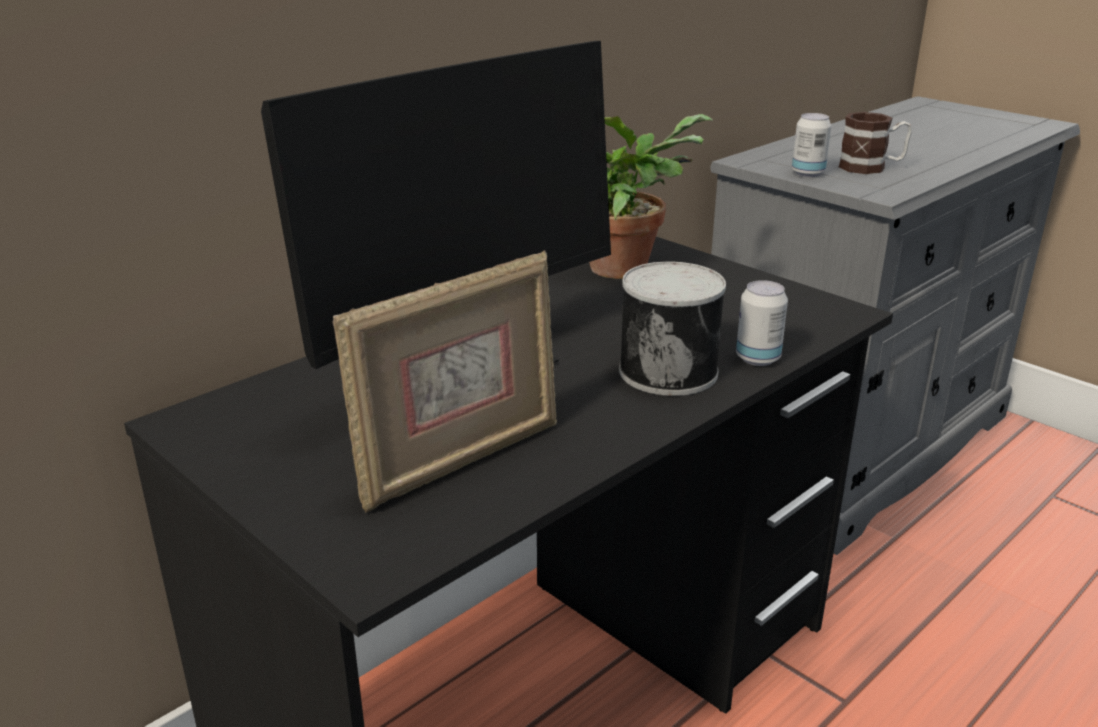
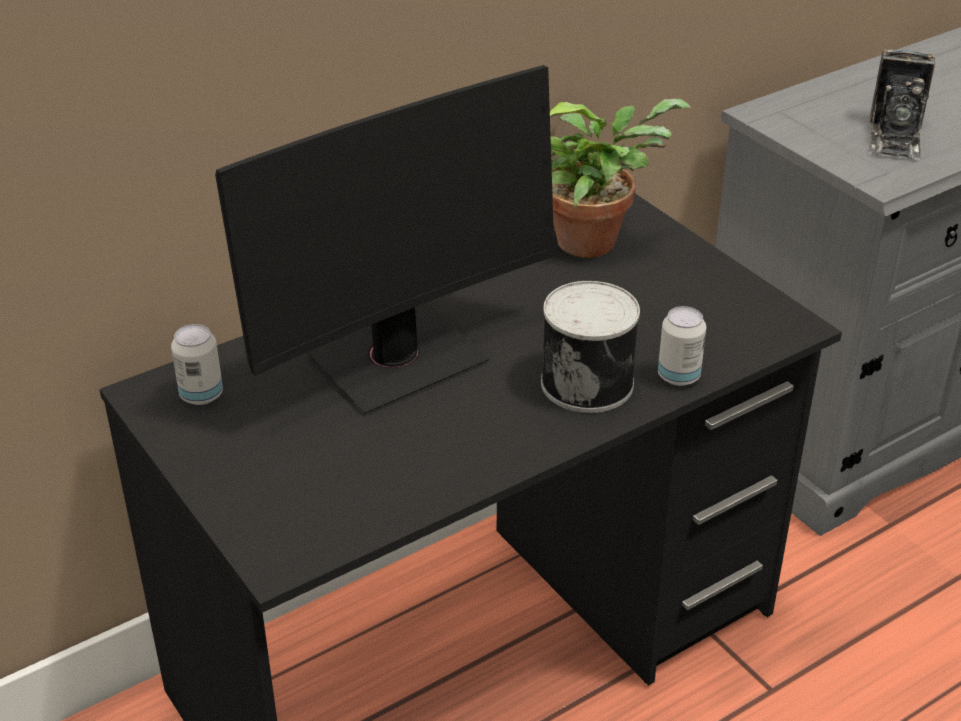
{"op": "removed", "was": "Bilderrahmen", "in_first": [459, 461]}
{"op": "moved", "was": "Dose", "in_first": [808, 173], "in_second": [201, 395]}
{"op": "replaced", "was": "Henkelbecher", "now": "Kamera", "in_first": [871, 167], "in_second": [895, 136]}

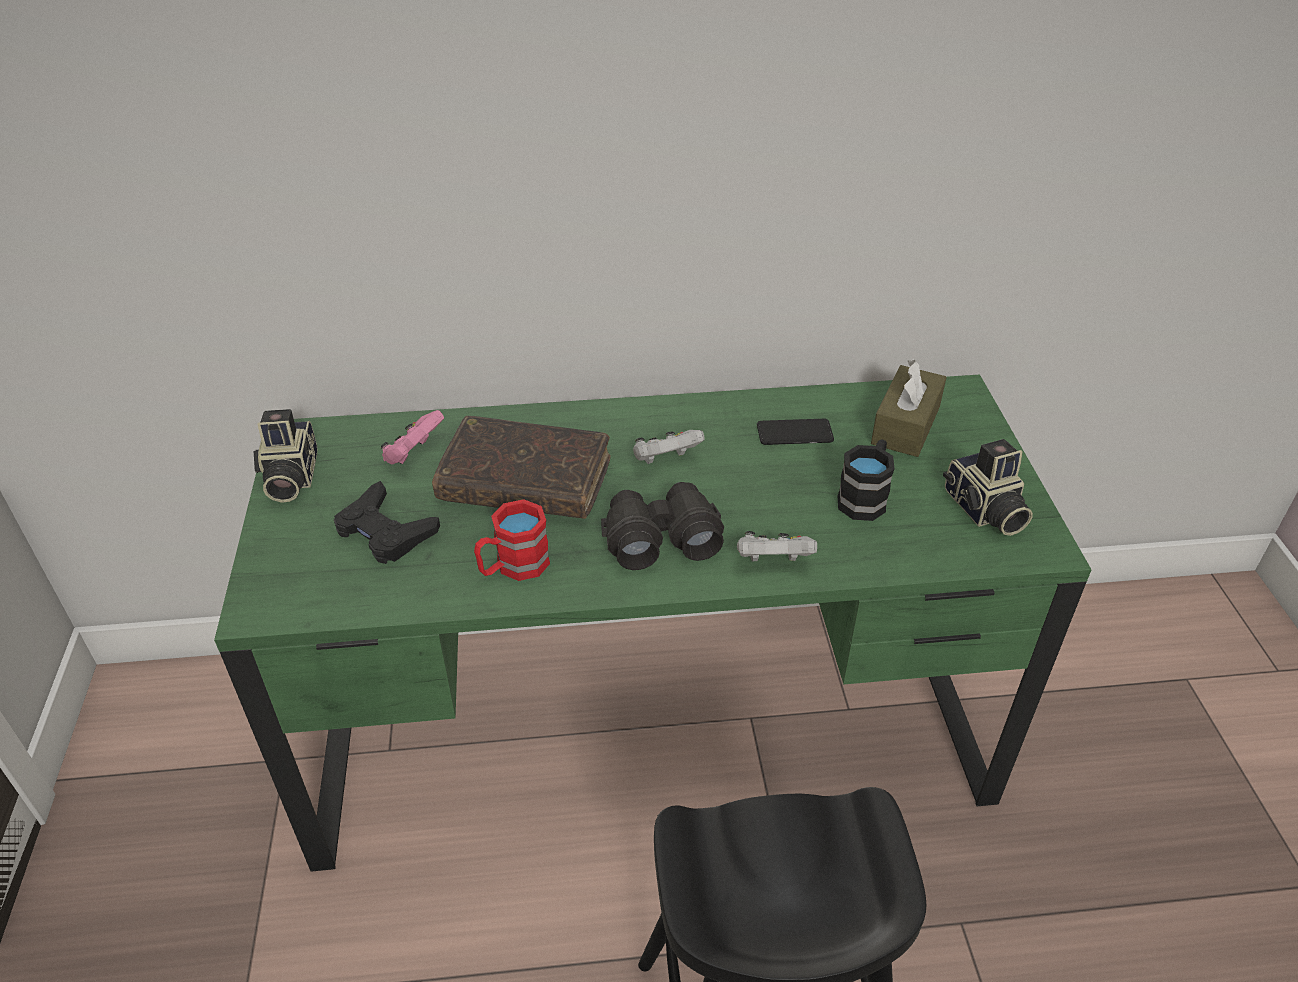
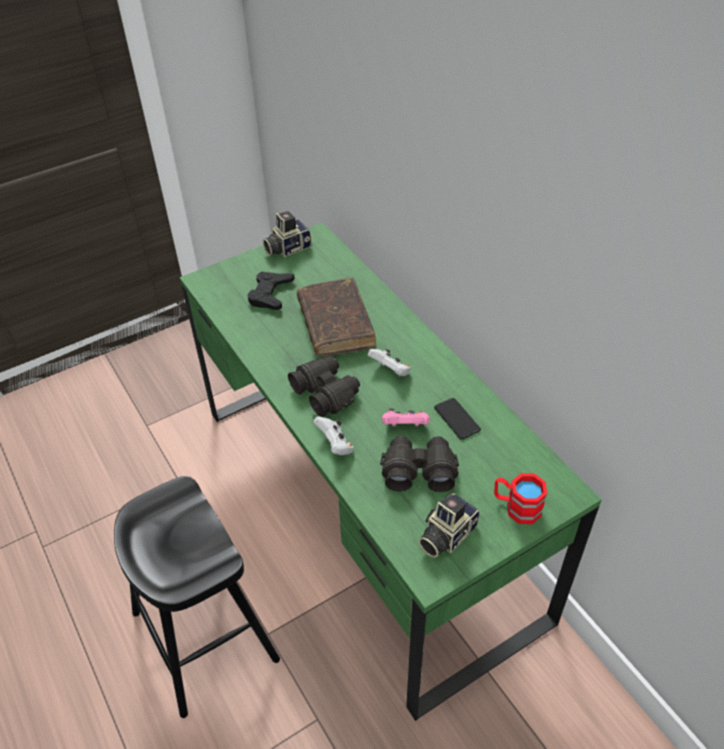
{"op": "moved", "was": "Gamepad [rosa]", "in_first": [414, 454], "in_second": [405, 427]}
{"op": "moved", "was": "Henkelbecher [rot]", "in_first": [513, 567], "in_second": [516, 507]}
{"op": "replaced", "was": "Henkelbecher [schwarz]", "now": "Fernglas [schwarz]", "in_first": [865, 497], "in_second": [418, 470]}
{"op": "removed", "was": "Taschentuchbox [braun]", "in_first": [905, 425]}

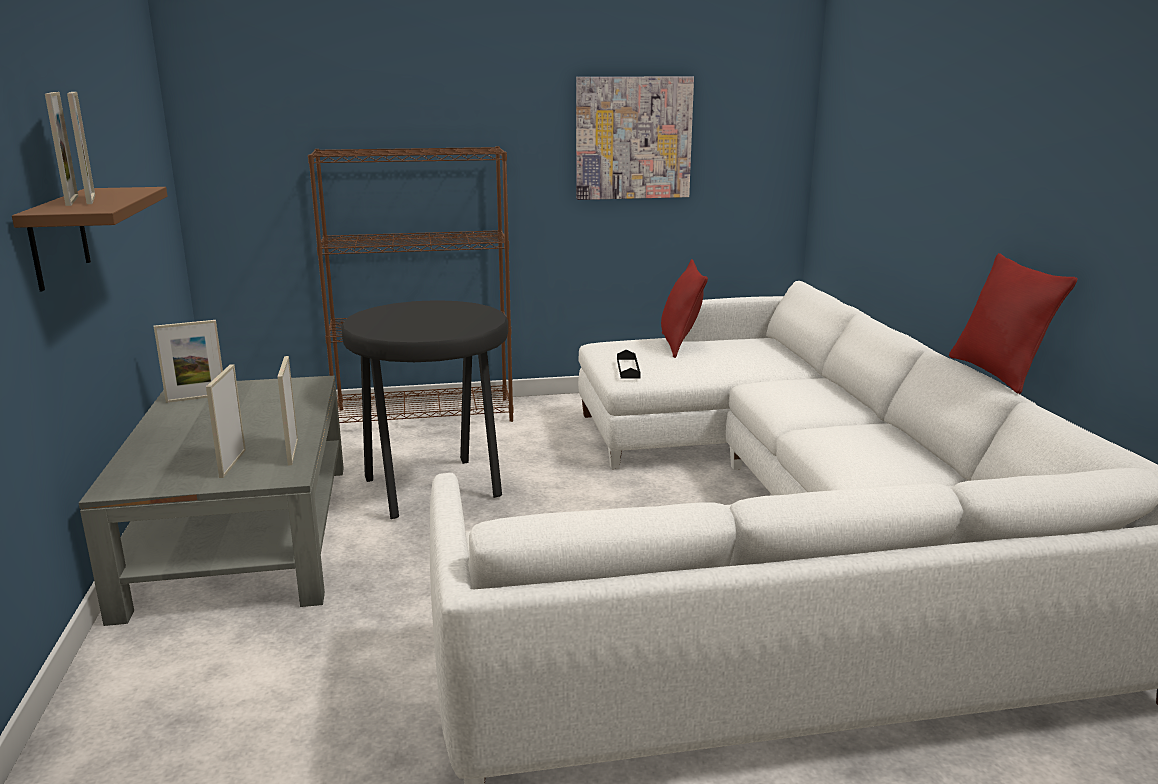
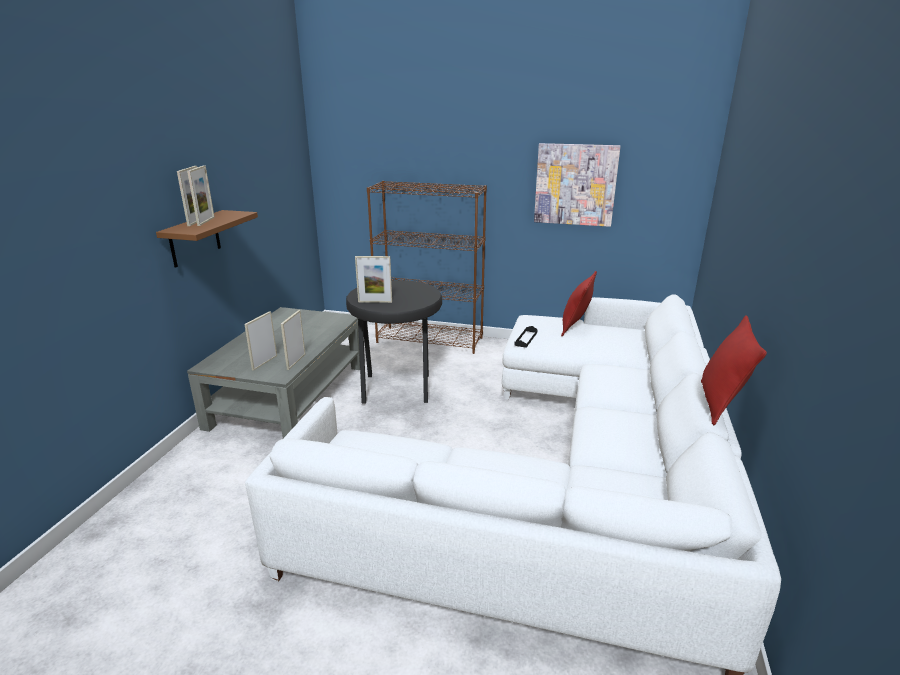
{"op": "moved", "was": "Bilderrahmen", "in_first": [196, 398], "in_second": [375, 302]}

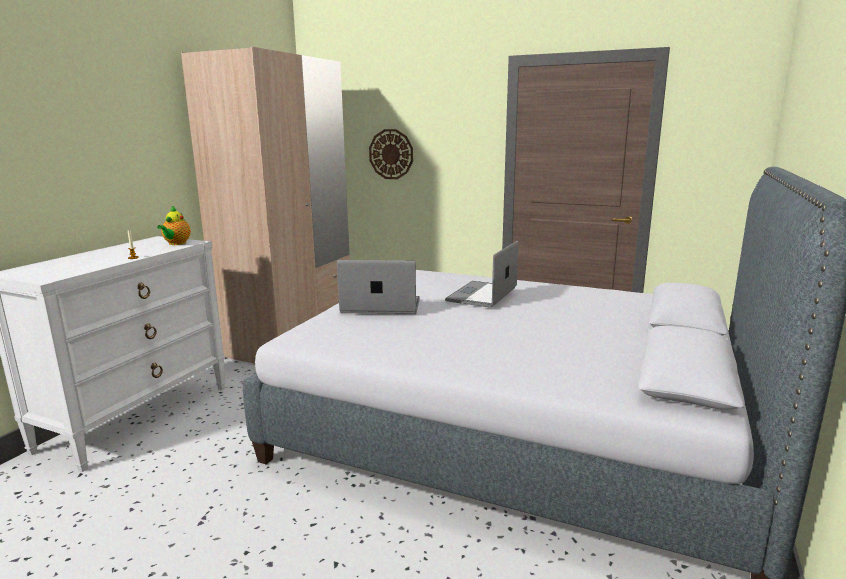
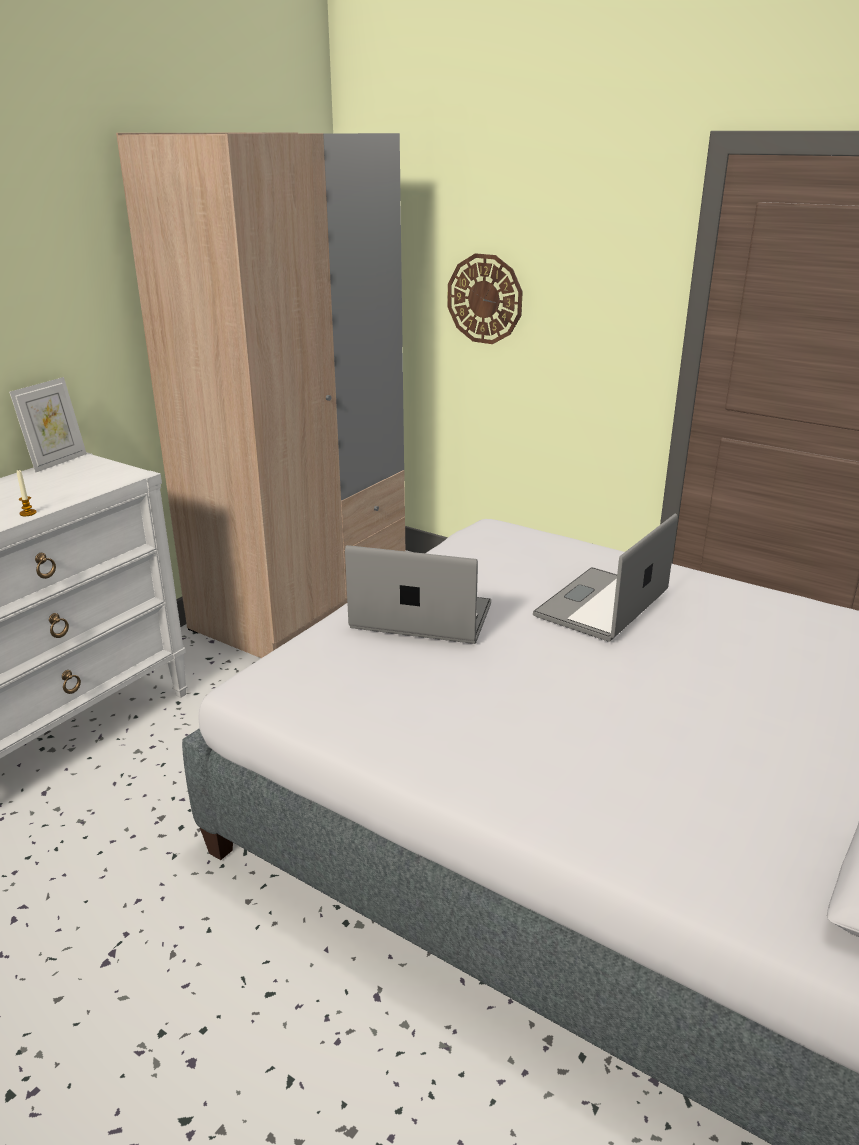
{"op": "removed", "was": "Teekanne", "in_first": [176, 244]}
{"op": "added", "now": "Bilderrahmen", "in_second": [57, 462]}

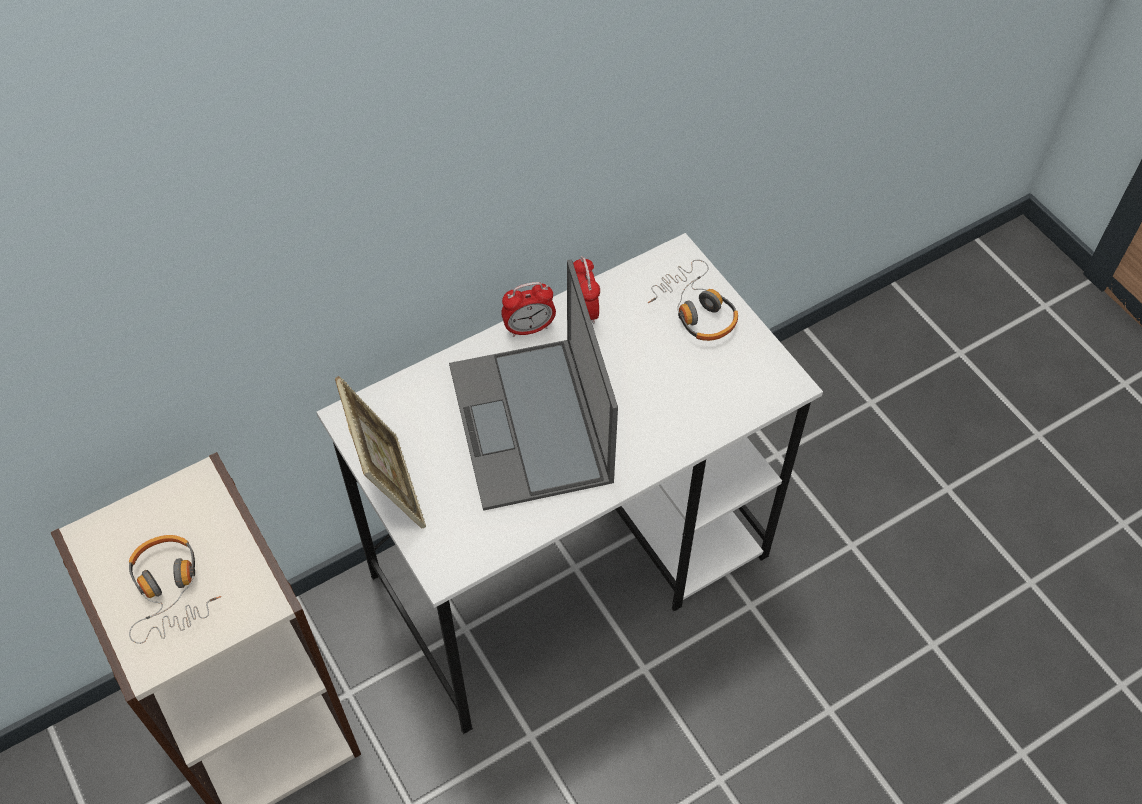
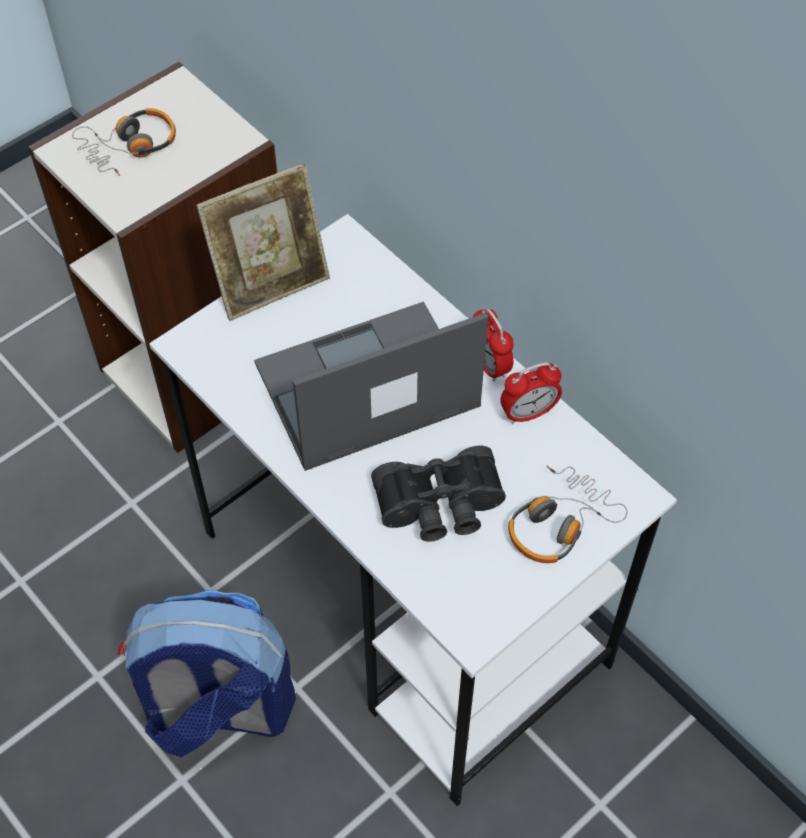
{"op": "added", "now": "Rucksack", "in_second": [218, 709]}
{"op": "added", "now": "Fernglas [schwarz]", "in_second": [440, 507]}

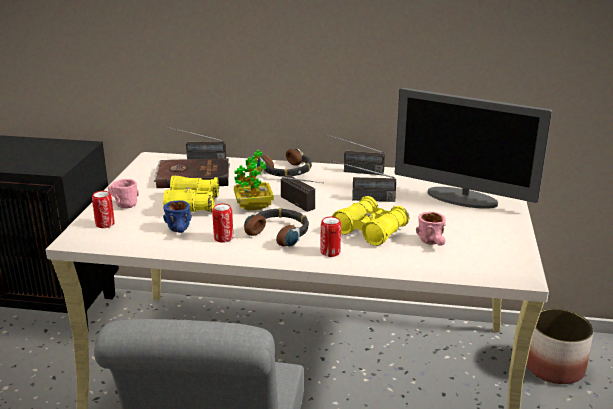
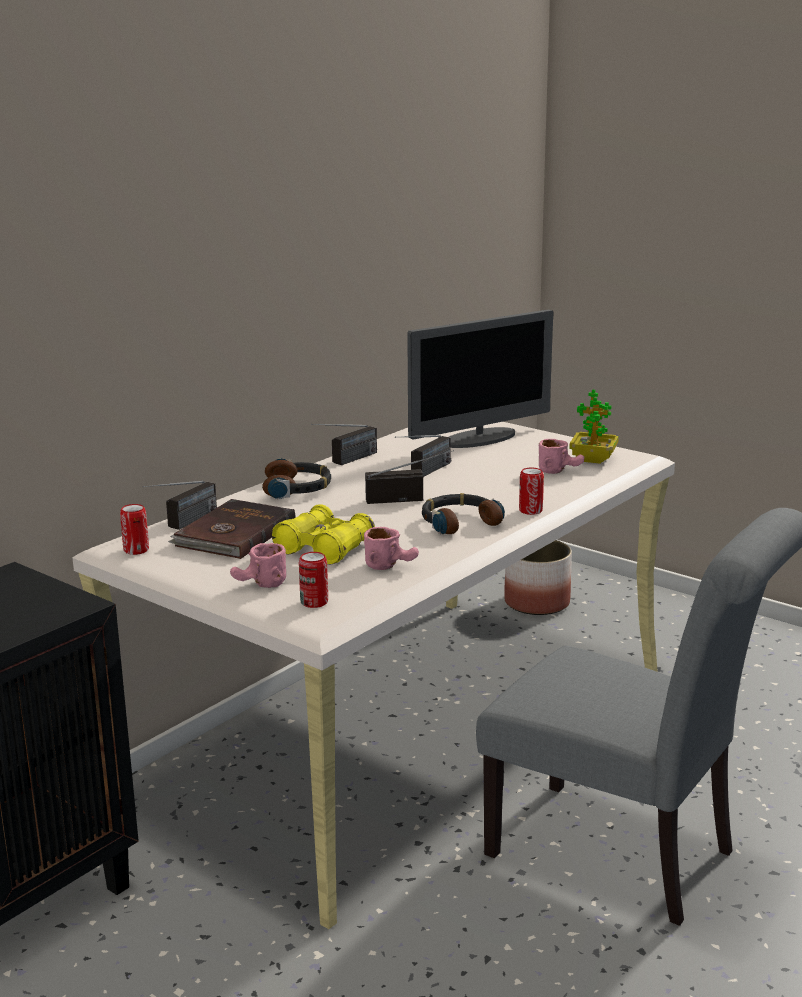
{"op": "recoloured", "was": "Henkelbecher [blau]", "now": "Henkelbecher [rosa]", "in_first": [181, 231], "in_second": [392, 565]}
{"op": "moved", "was": "Dose", "in_first": [223, 238], "in_second": [136, 550]}
{"op": "moved", "was": "Topfpflanze", "in_first": [253, 206], "in_second": [593, 459]}
{"op": "removed", "was": "Fernglas [gelb]", "in_first": [370, 230]}

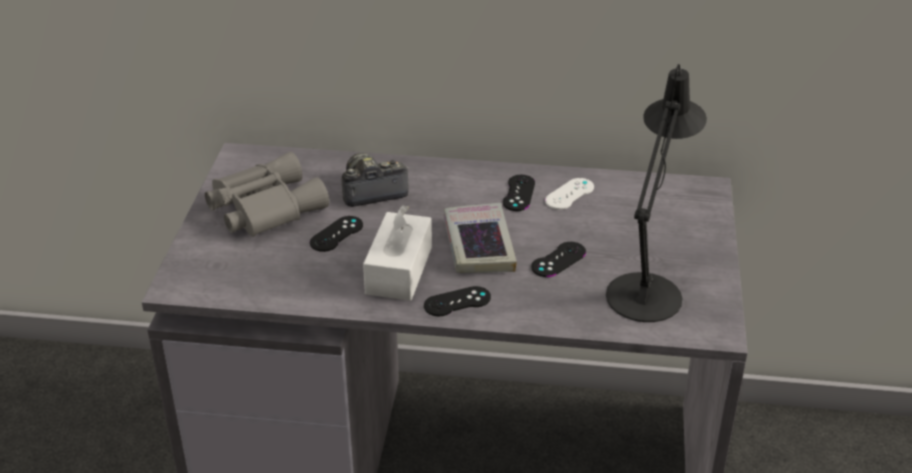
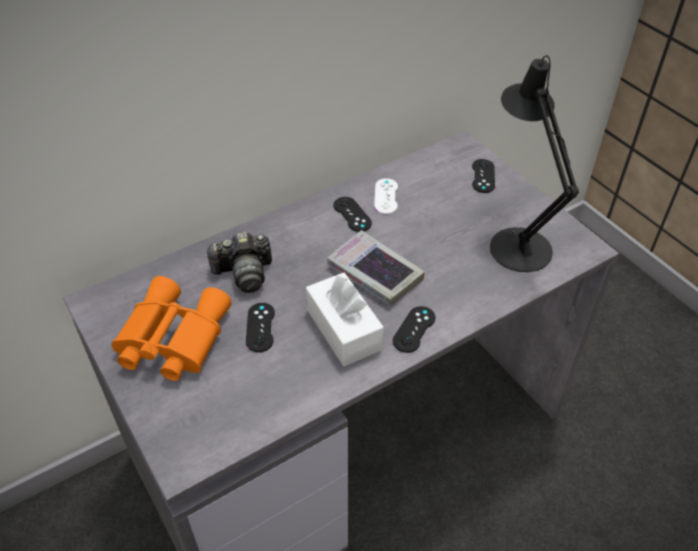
{"op": "recoloured", "was": "Fernglas [grau]", "now": "Fernglas [orange]", "in_first": [263, 206], "in_second": [170, 339]}
{"op": "turned", "was": "Kamera", "in_first": [371, 191], "in_second": [244, 273], "clockwise": -135}
{"op": "moved", "was": "Gamepad [schwarz]", "in_first": [558, 260], "in_second": [483, 176]}

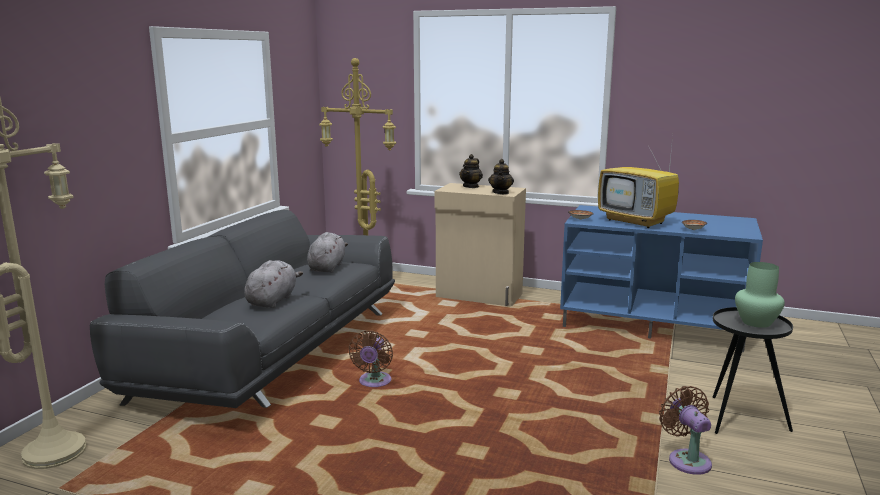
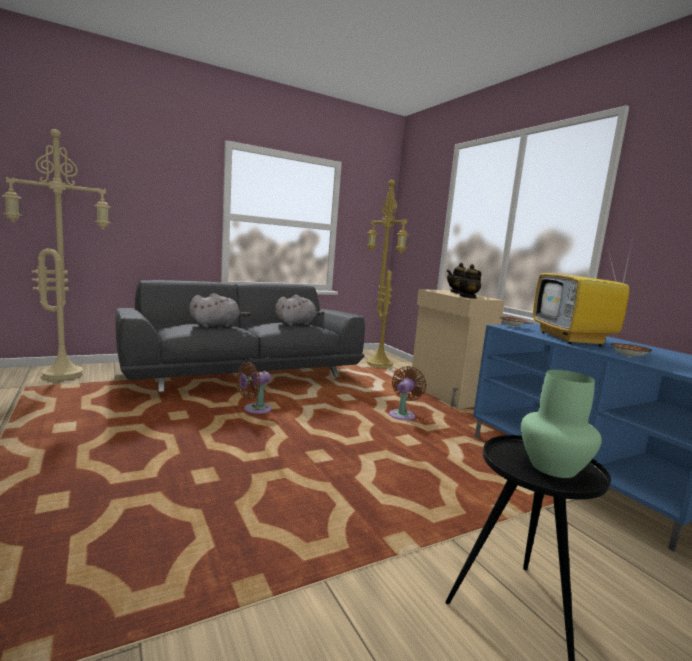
{"op": "moved", "was": "Ventilator [braun]", "in_first": [687, 459], "in_second": [403, 415]}

